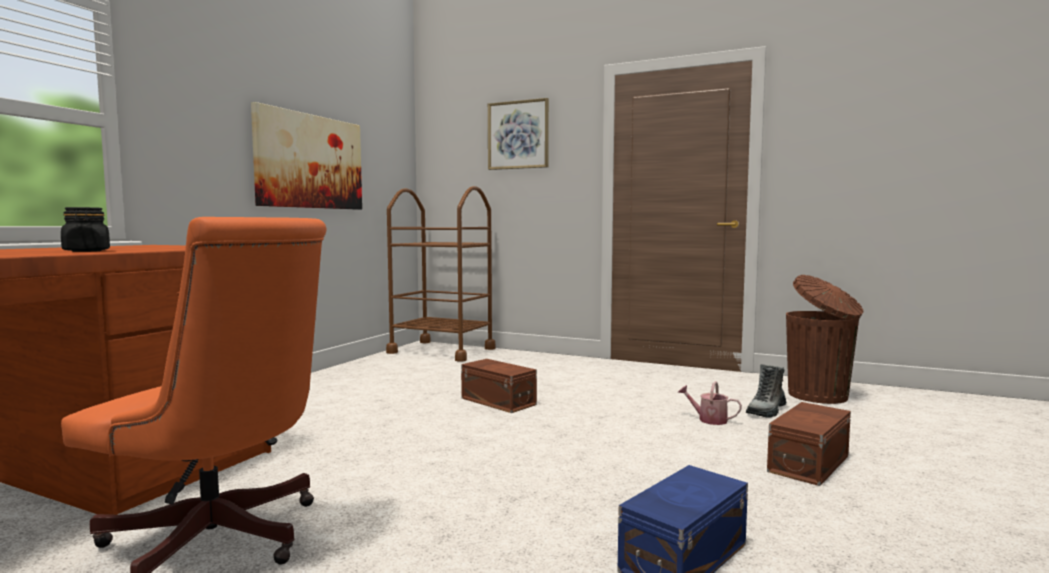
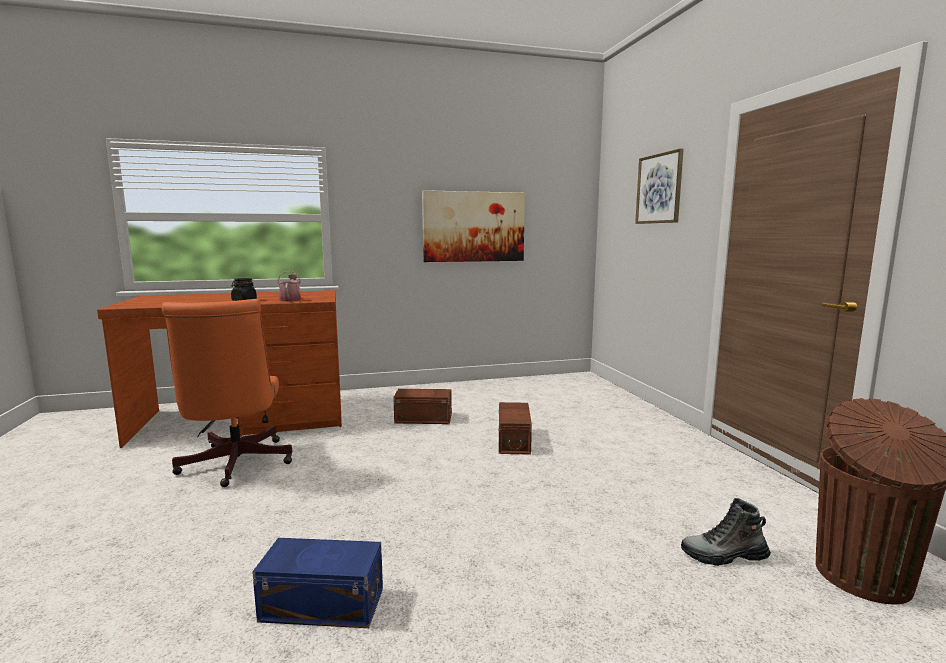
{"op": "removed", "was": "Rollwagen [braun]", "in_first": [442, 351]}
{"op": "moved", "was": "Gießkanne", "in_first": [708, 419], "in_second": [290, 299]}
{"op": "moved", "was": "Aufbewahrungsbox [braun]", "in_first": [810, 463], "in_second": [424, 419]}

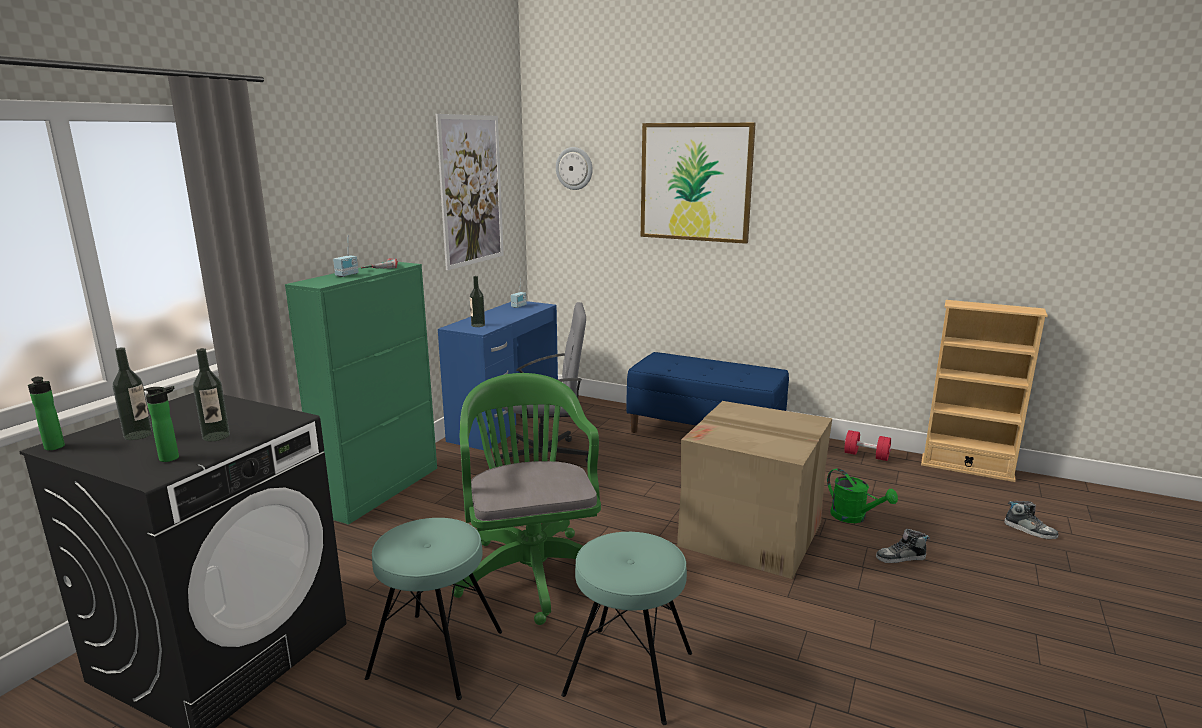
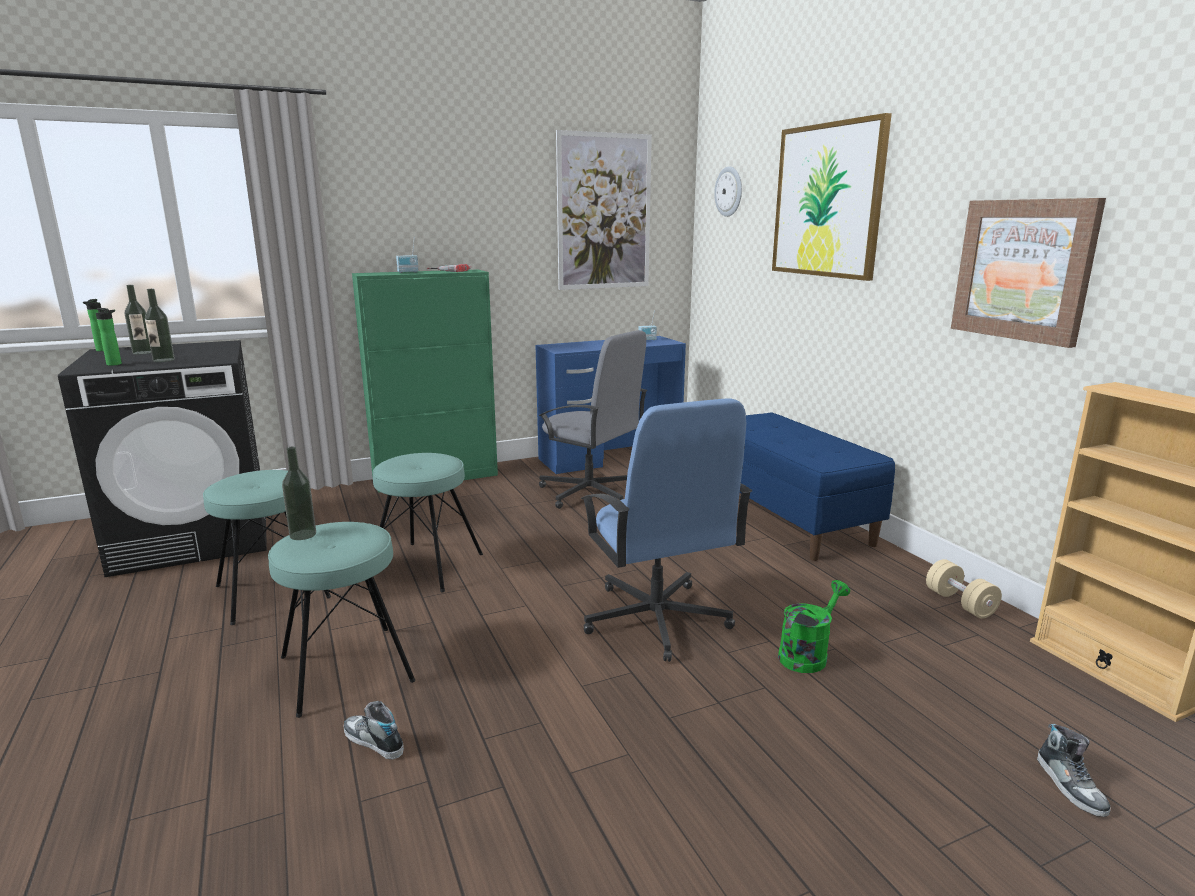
{"op": "replaced", "was": "Bürostuhl [grün]", "now": "Hocker [türkis]", "in_first": [531, 569], "in_second": [426, 566]}
{"op": "moved", "was": "Flasche", "in_first": [478, 325], "in_second": [303, 535]}
{"op": "replaced", "was": "Karton", "now": "Bürostuhl [blau]", "in_first": [752, 534], "in_second": [656, 620]}
{"op": "turned", "was": "Gießkanne [grün]", "in_first": [854, 517], "in_second": [807, 654], "clockwise": -135}
{"op": "recoloured", "was": "Hantel [rot]", "now": "Hantel [beige]", "in_first": [866, 456], "in_second": [959, 603]}
{"op": "moved", "was": "Schuh", "in_first": [900, 558], "in_second": [373, 741]}
{"op": "added", "now": "Bild", "in_second": [1023, 270]}

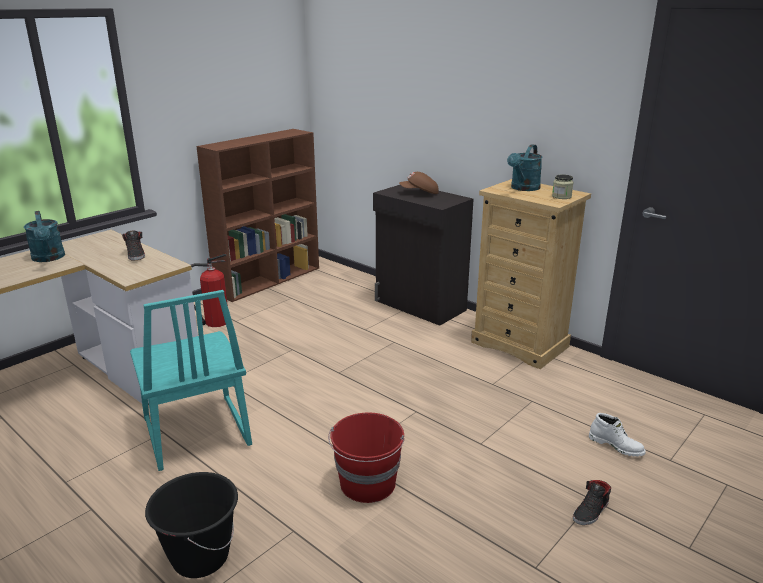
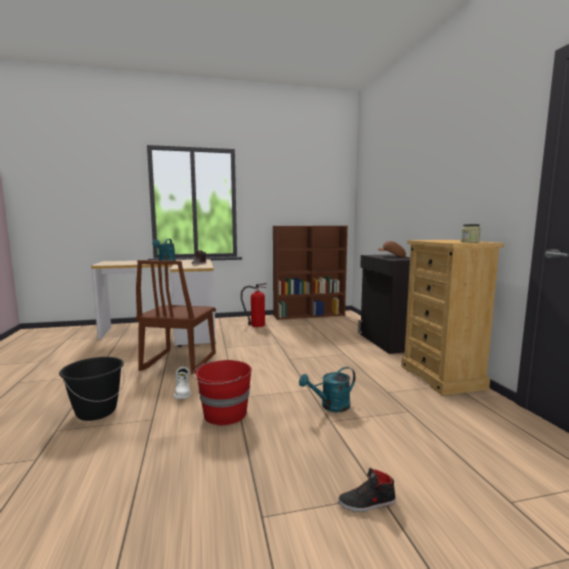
{"op": "recoloured", "was": "Stuhl [türkis]", "now": "Stuhl [braun]", "in_first": [195, 433], "in_second": [178, 362]}
{"op": "moved", "was": "Gießkanne [türkis]", "in_first": [523, 188], "in_second": [330, 406]}
{"op": "moved", "was": "Stiefel [weiß]", "in_first": [616, 446], "in_second": [183, 392]}

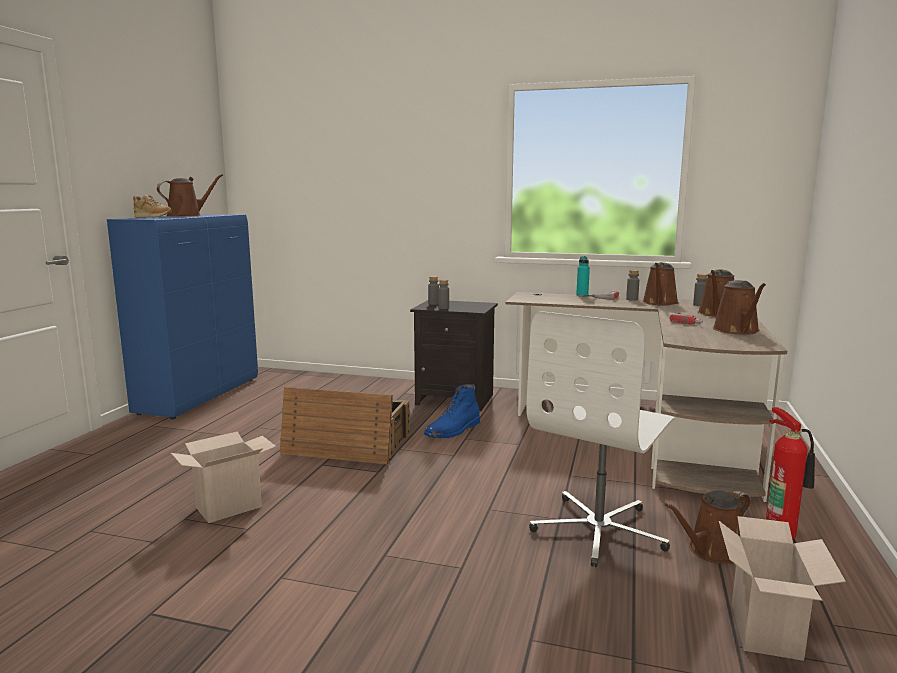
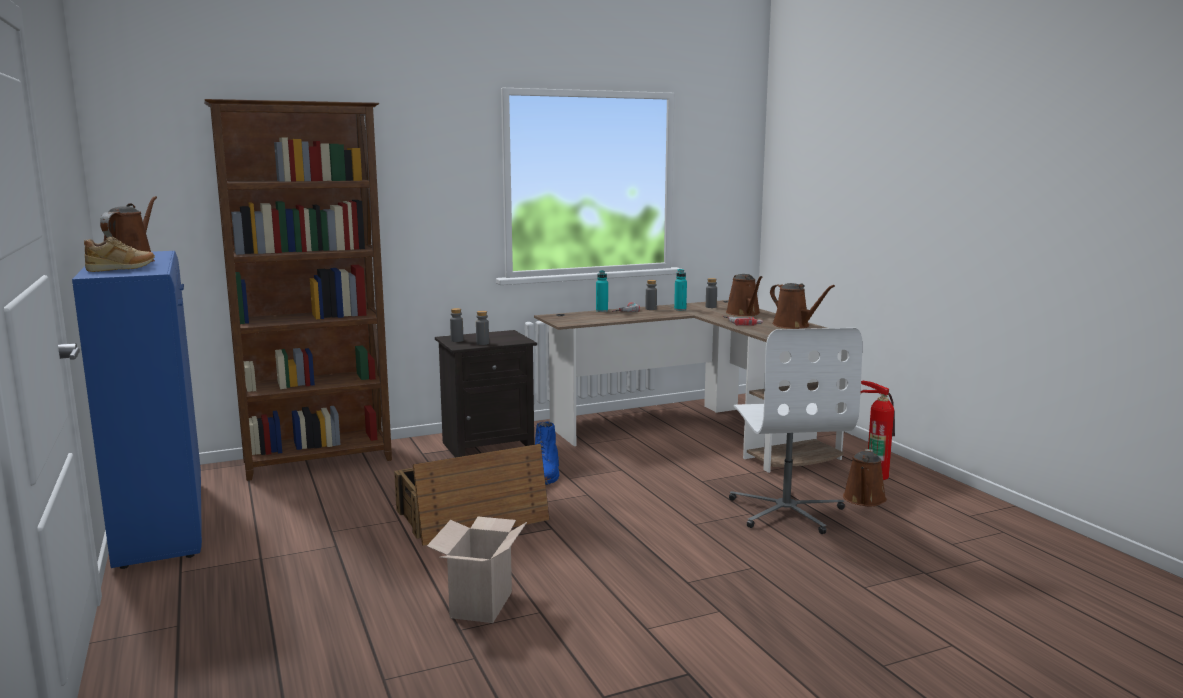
{"op": "replaced", "was": "Gießkanne [braun]", "now": "Flasche [türkis]", "in_first": [659, 303], "in_second": [680, 309]}
{"op": "removed", "was": "Karton", "in_first": [768, 632]}
{"op": "added", "now": "Bücherregal [braun]", "in_second": [319, 461]}

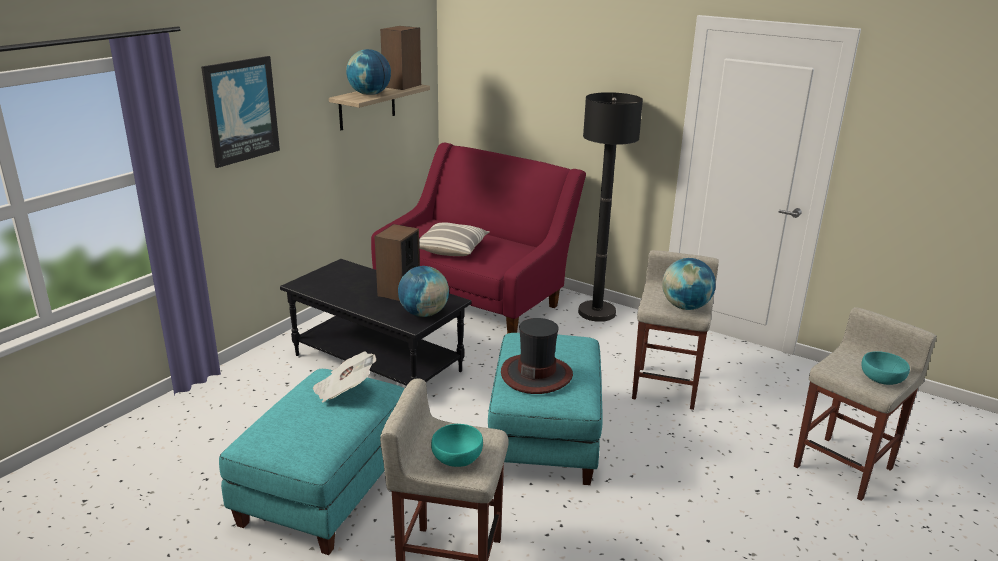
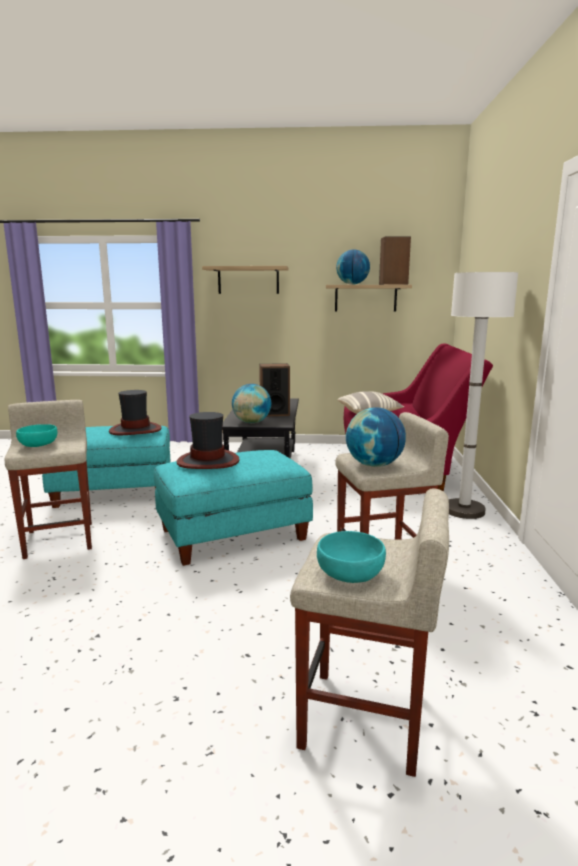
{"op": "replaced", "was": "Bild", "now": "Wandregal", "in_first": [241, 110], "in_second": [248, 280]}
{"op": "replaced", "was": "Zeitung", "now": "Hut", "in_first": [344, 391], "in_second": [135, 430]}
{"op": "recoloured", "was": "Stehlampe [schwarz]", "now": "Stehlampe [weiß]", "in_first": [597, 312], "in_second": [464, 510]}

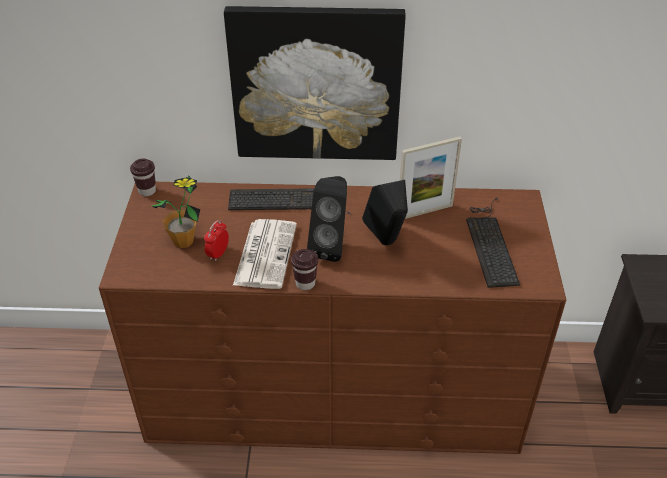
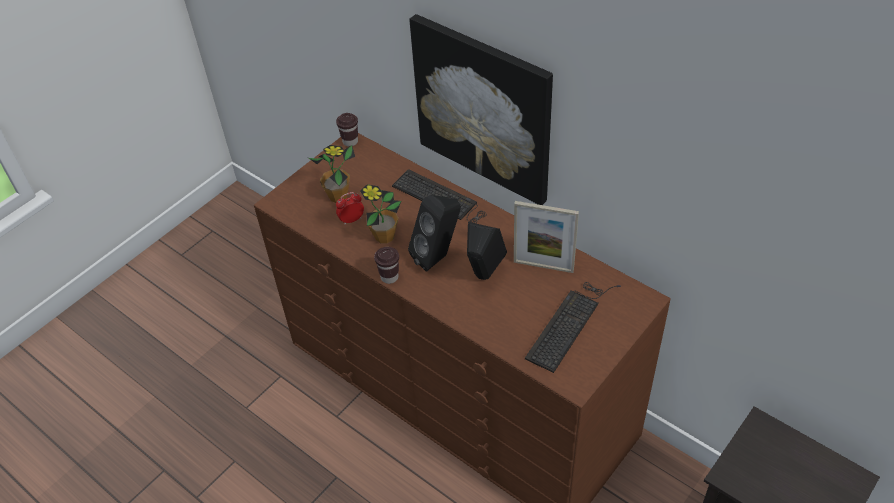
{"op": "replaced", "was": "Zeitung", "now": "Topfpflanze", "in_first": [265, 253], "in_second": [384, 237]}

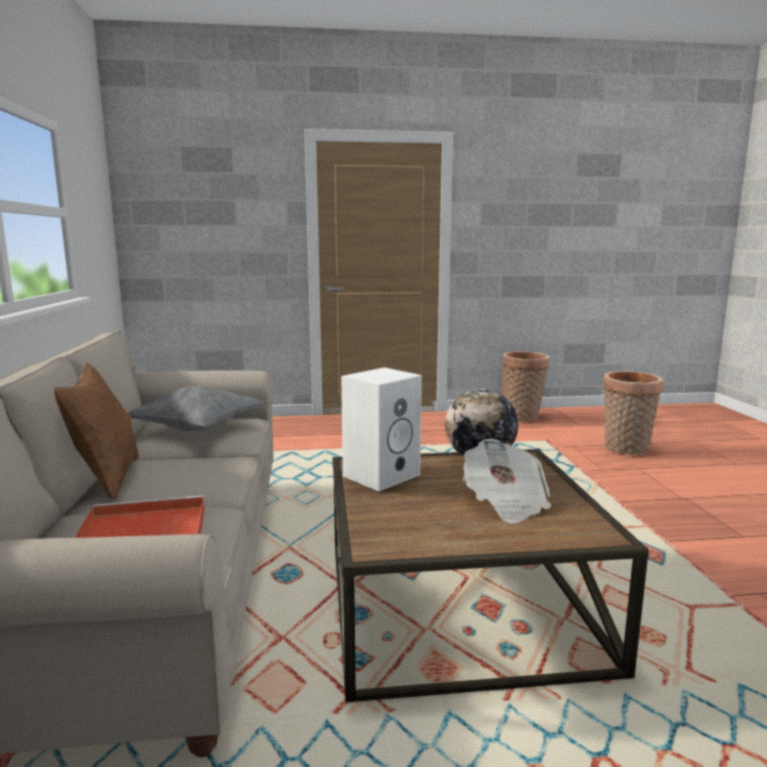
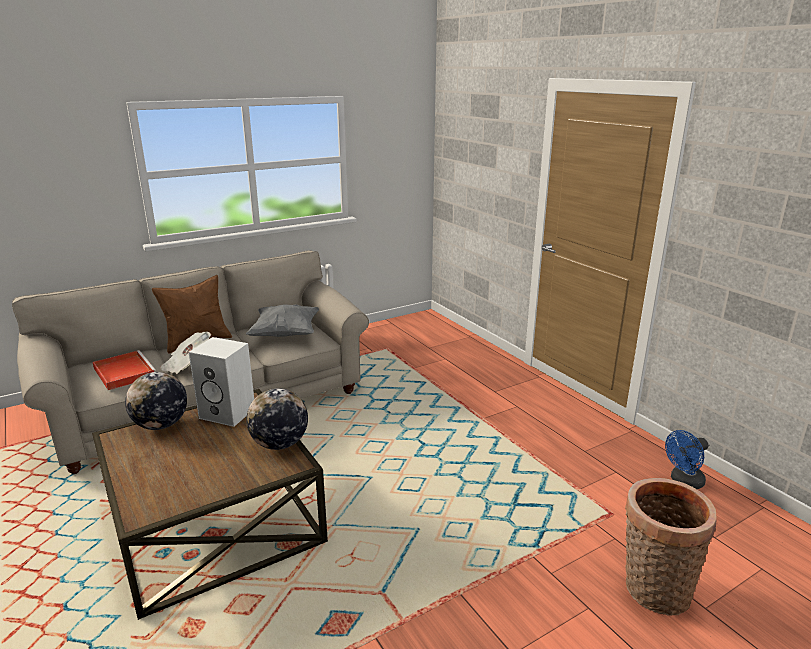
{"op": "moved", "was": "Zeitung", "in_first": [505, 502], "in_second": [187, 365]}
{"op": "replaced", "was": "Korb", "now": "Ventilator [blau]", "in_first": [522, 417], "in_second": [683, 482]}
{"op": "added", "now": "Globus", "in_second": [161, 425]}

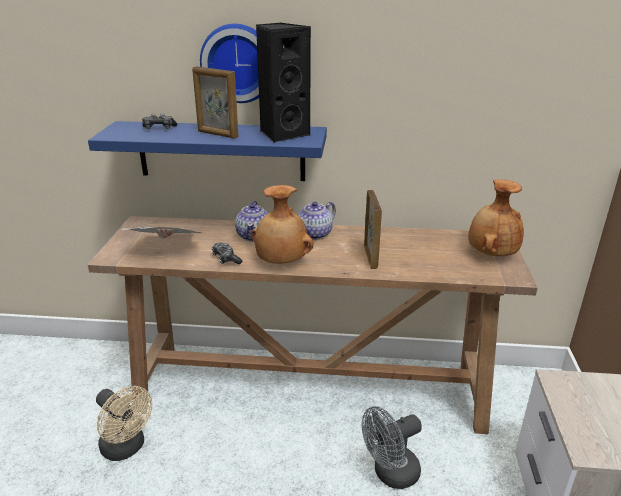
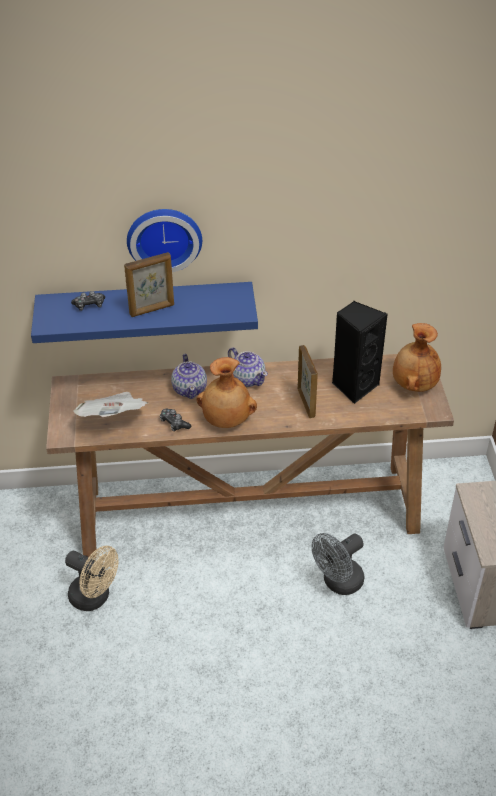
{"op": "turned", "was": "Bilderrahmen", "in_first": [217, 134], "in_second": [152, 310], "clockwise": -45}
{"op": "moved", "was": "Lautsprecher [schwarz]", "in_first": [283, 134], "in_second": [354, 386]}
{"op": "turned", "was": "Teekanne", "in_first": [315, 234], "in_second": [247, 378], "clockwise": -75}

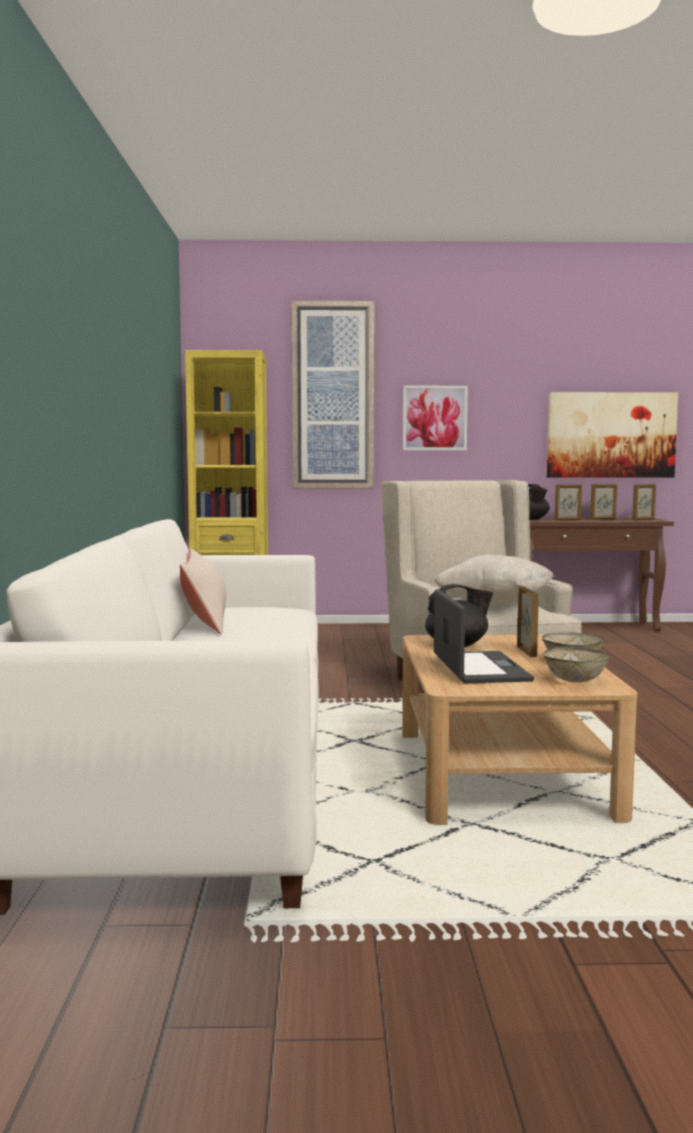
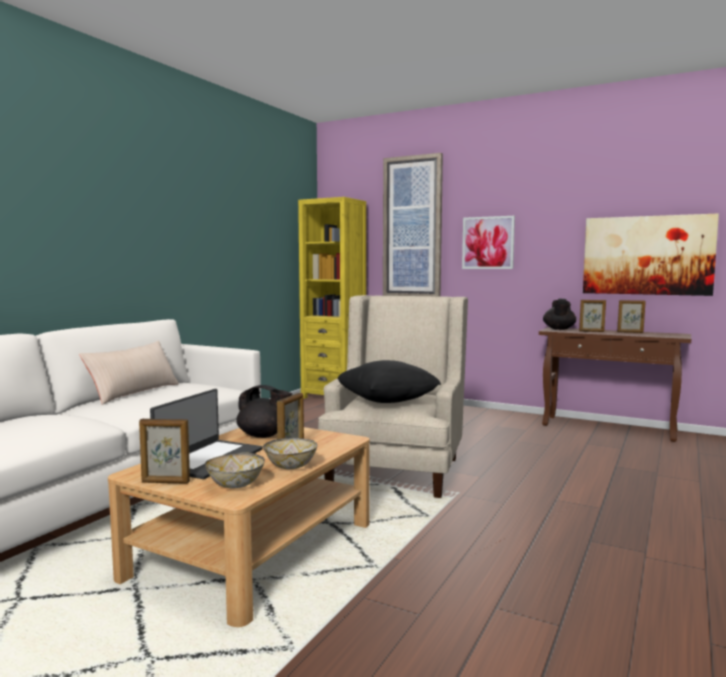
{"op": "recoloured", "was": "Kissen [beige]", "now": "Kissen [schwarz]", "in_first": [494, 604], "in_second": [387, 402]}
{"op": "moved", "was": "Bilderrahmen", "in_first": [643, 519], "in_second": [165, 482]}

